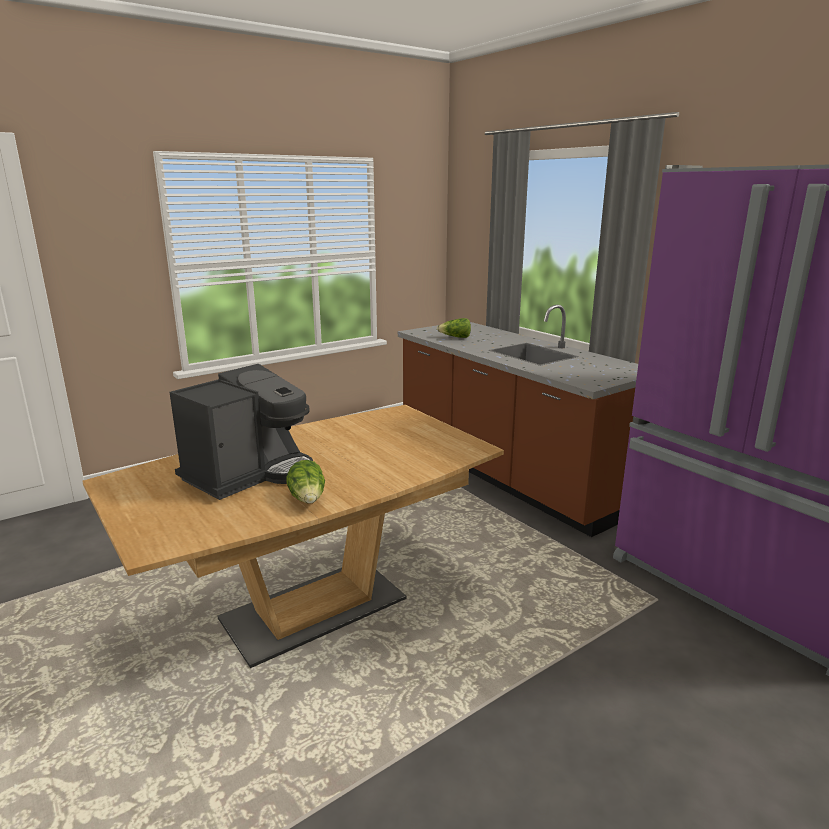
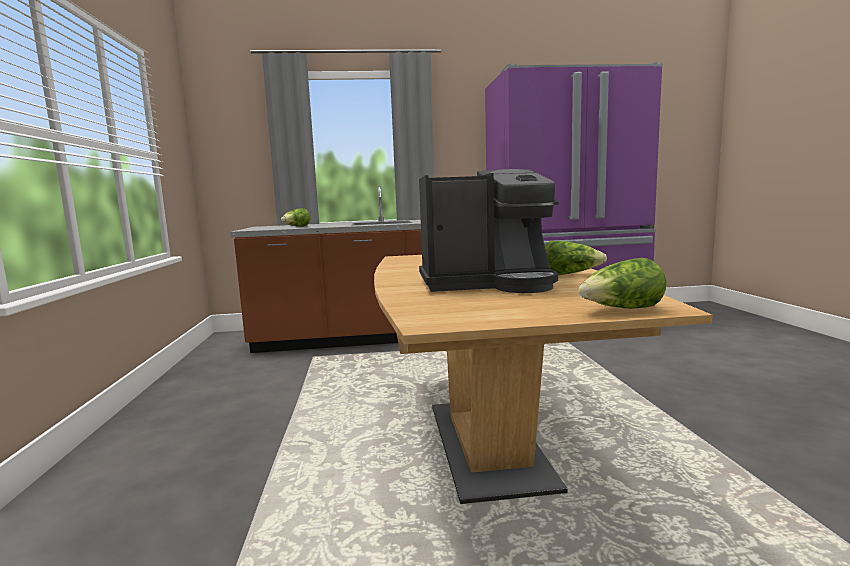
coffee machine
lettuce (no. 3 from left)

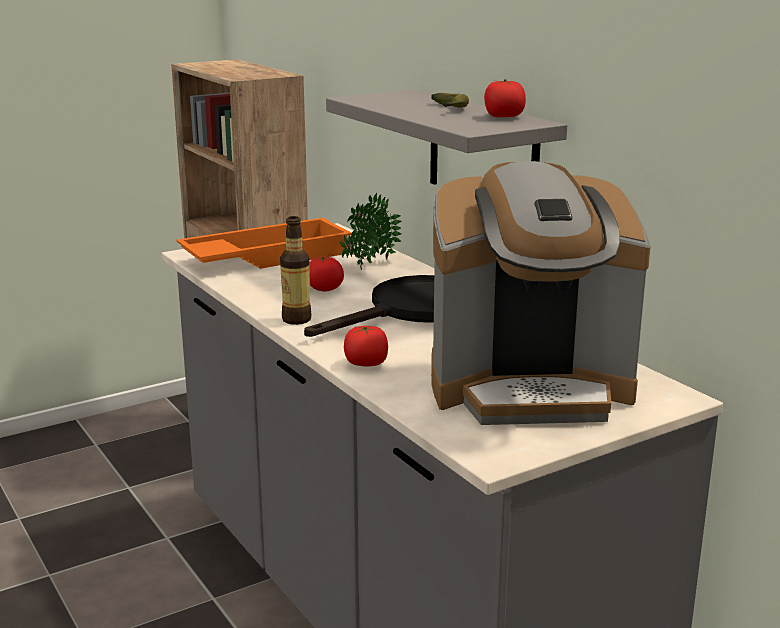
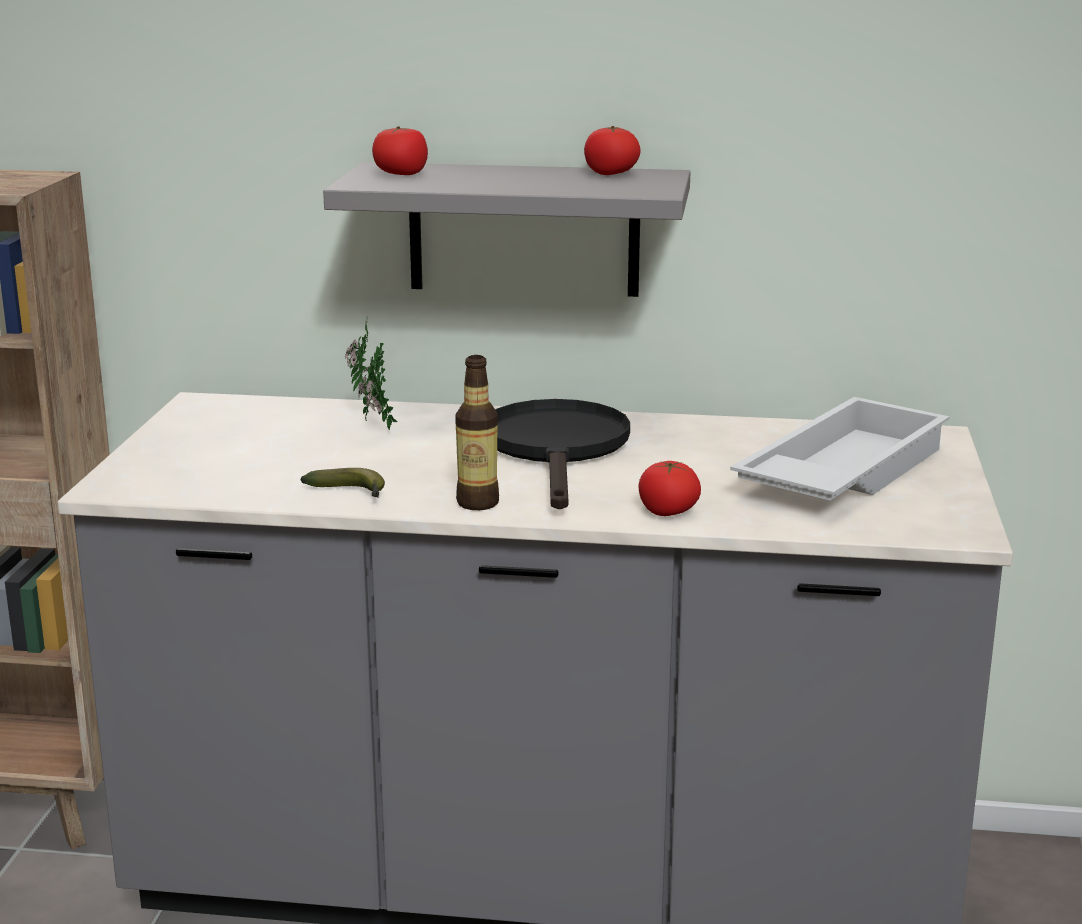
banana
white tray
orange tray
tomato (no. 1 from left)

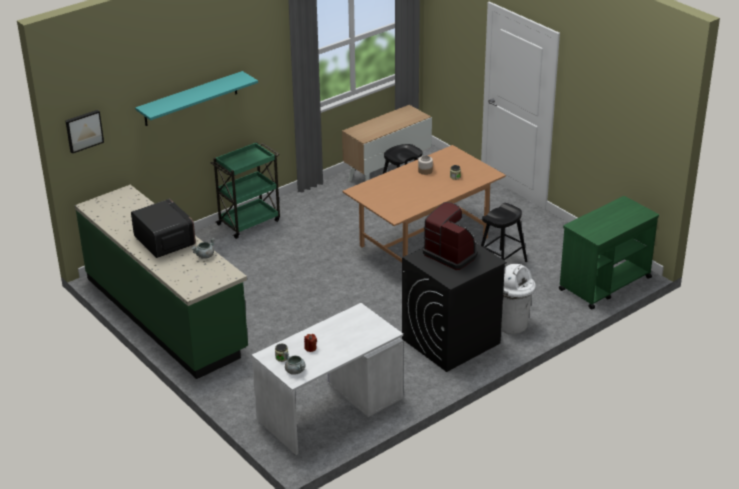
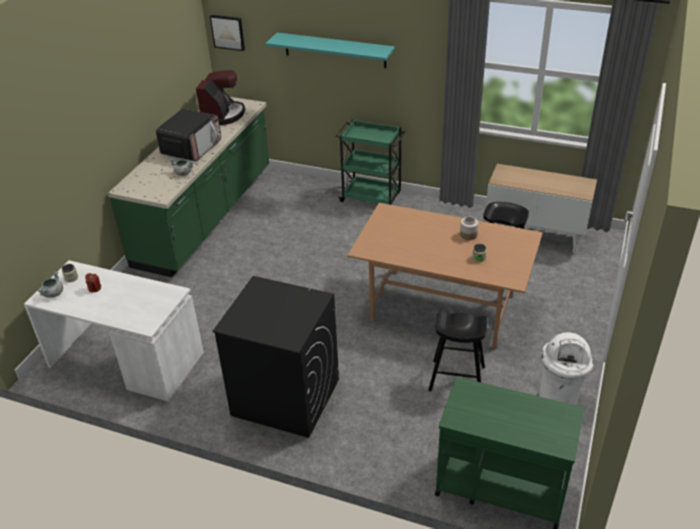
coffee machine
white trash can

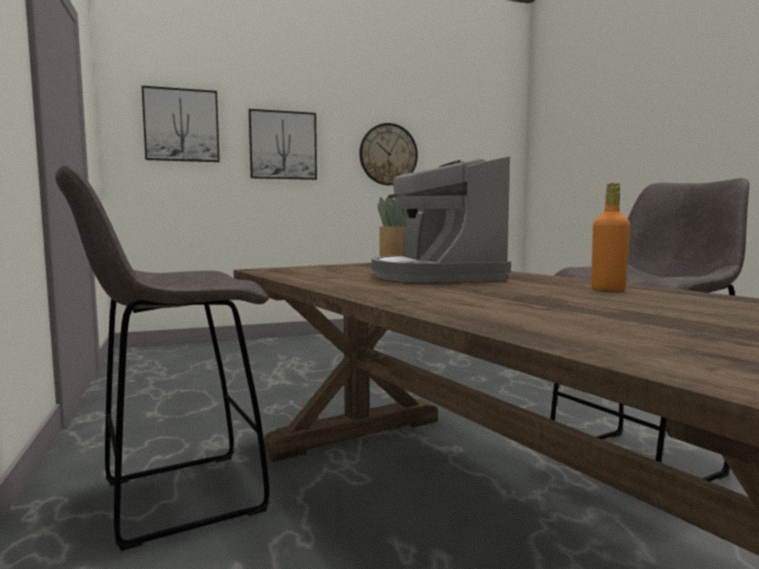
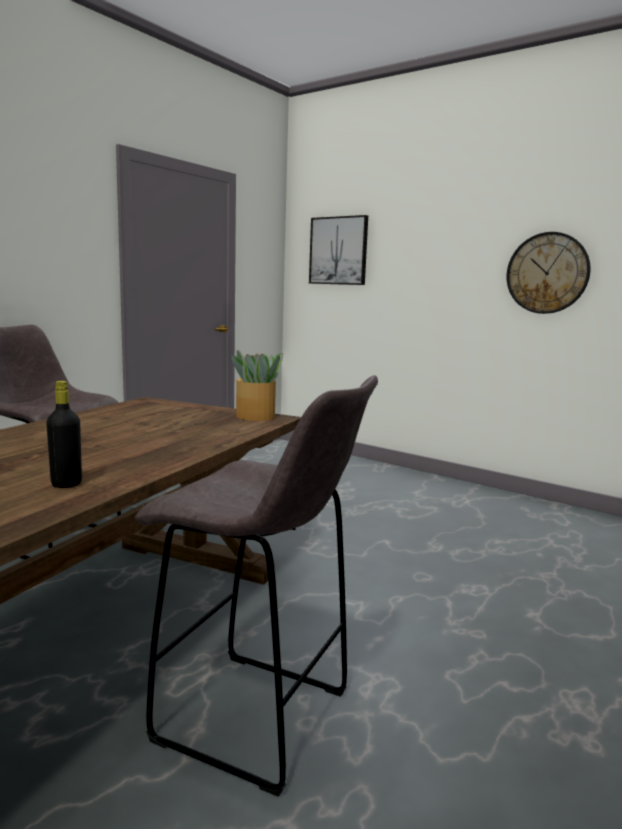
picture (no. 2 from left in the first image)
coffee machine
black bottle

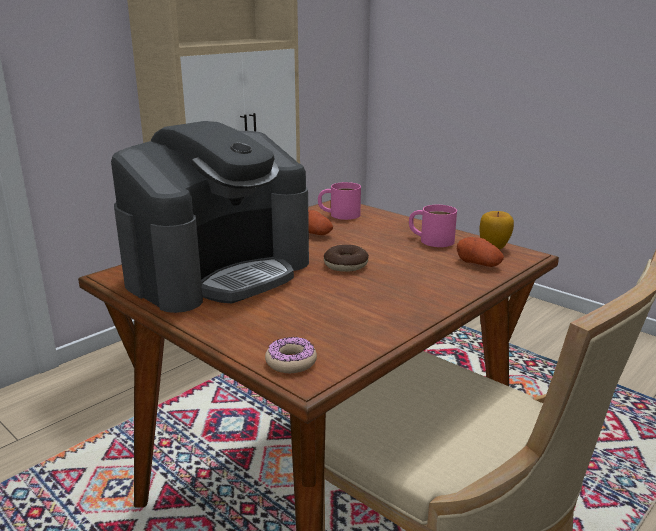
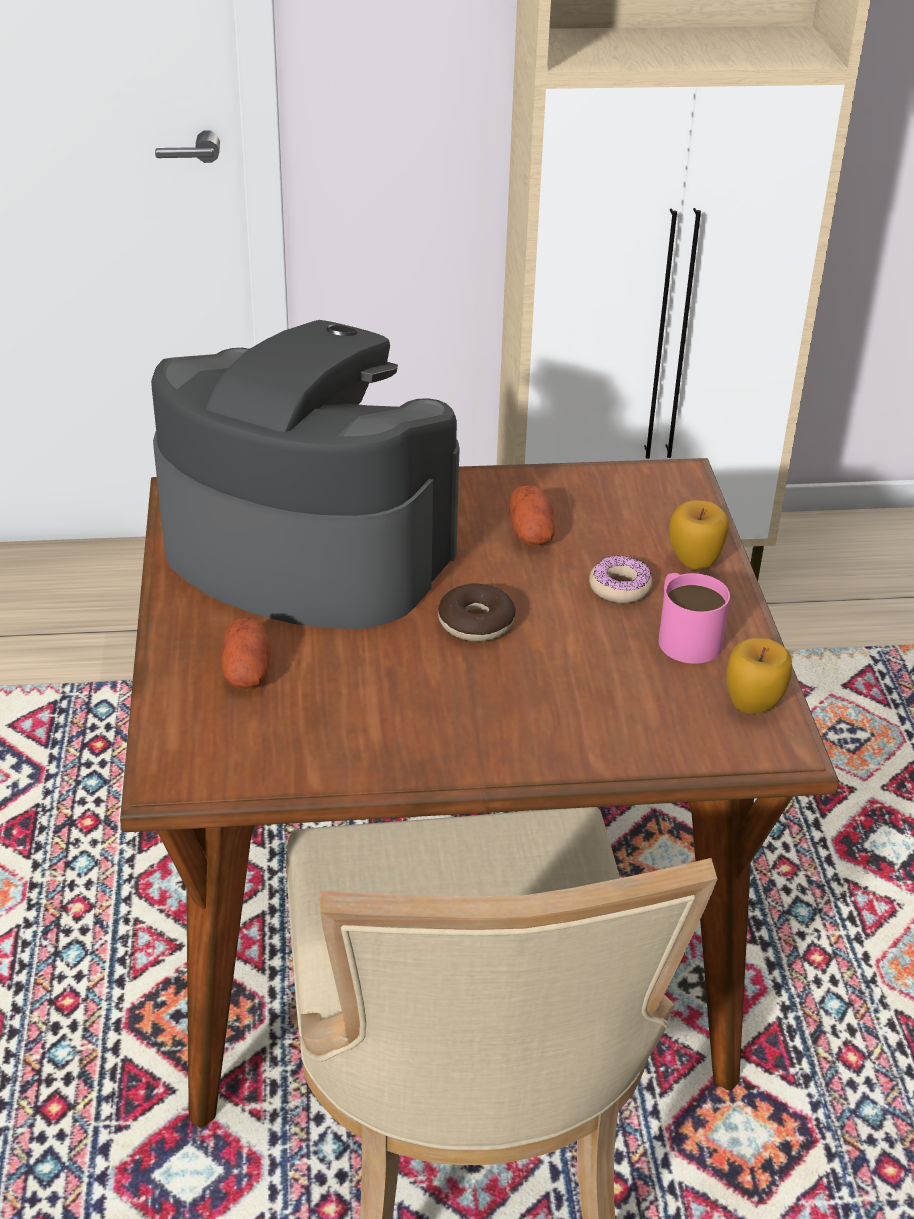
coffee machine
pink mug (no. 1 from left in the first image)
potato (no. 1 from left)
donut (no. 2 from left)
apple (no. 1 from left)

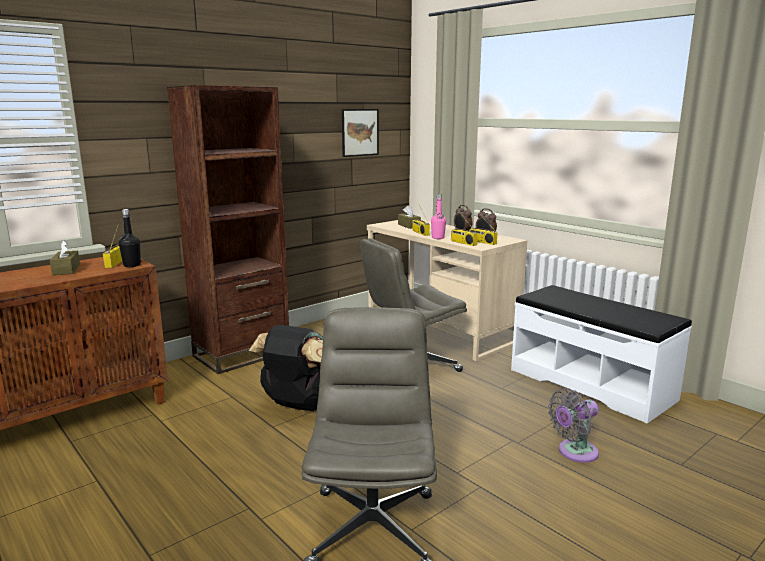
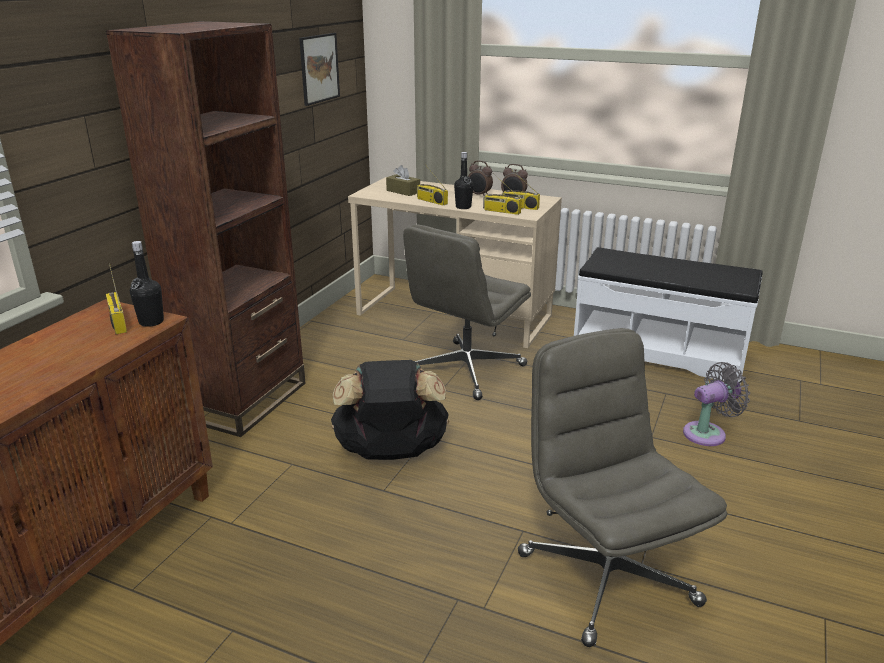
black bottle (no. 2 from left)
brown tissue box (no. 1 from left in the first image)
grey fan

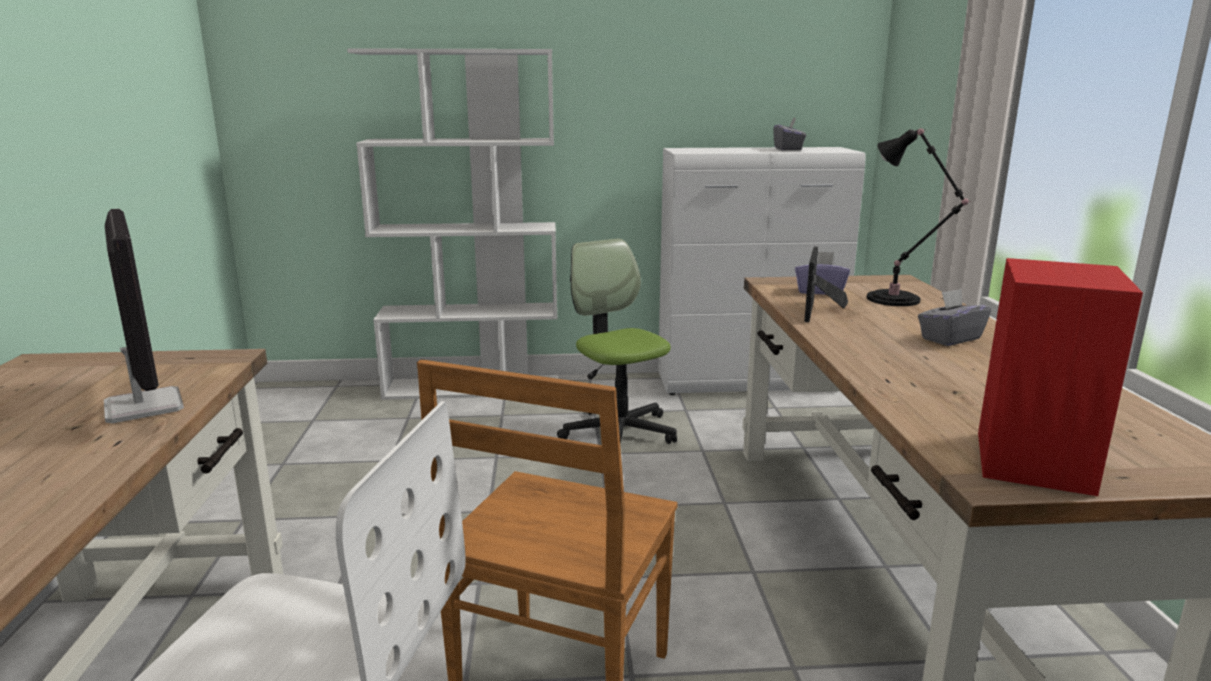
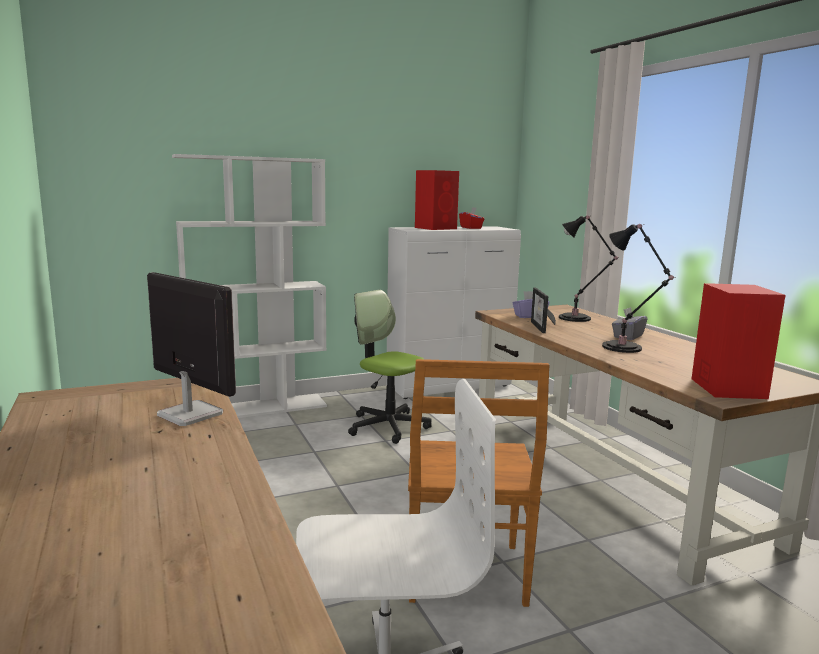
red tissue box
red speaker (no. 1 from left)
black table lamp (no. 2 from left)

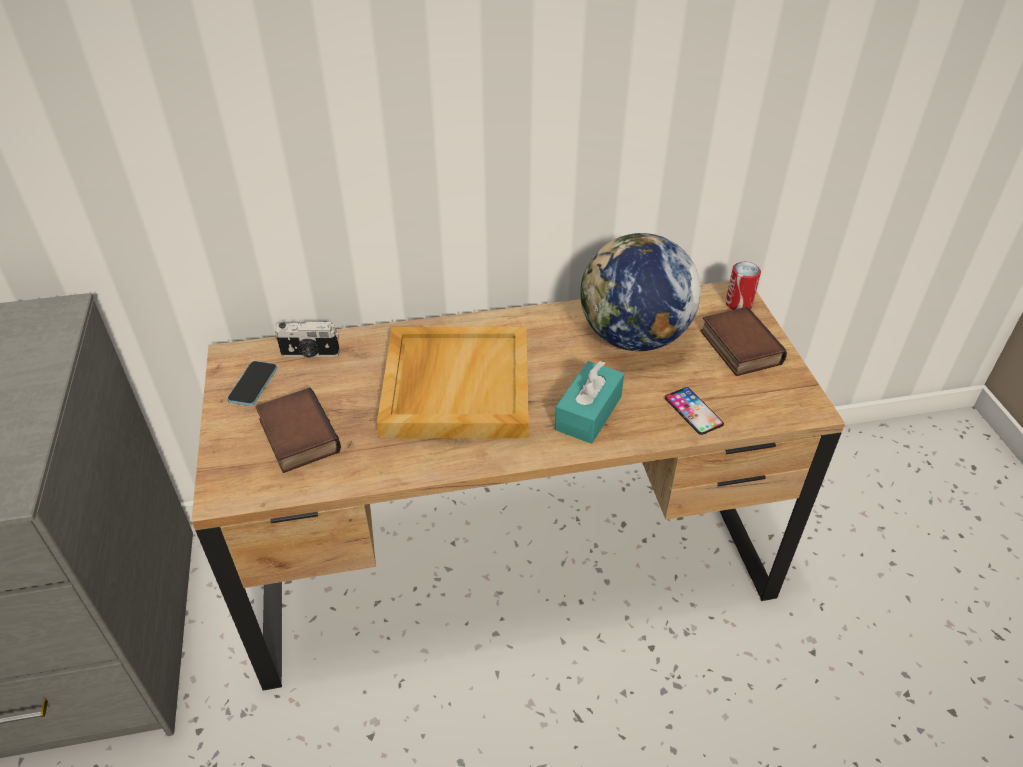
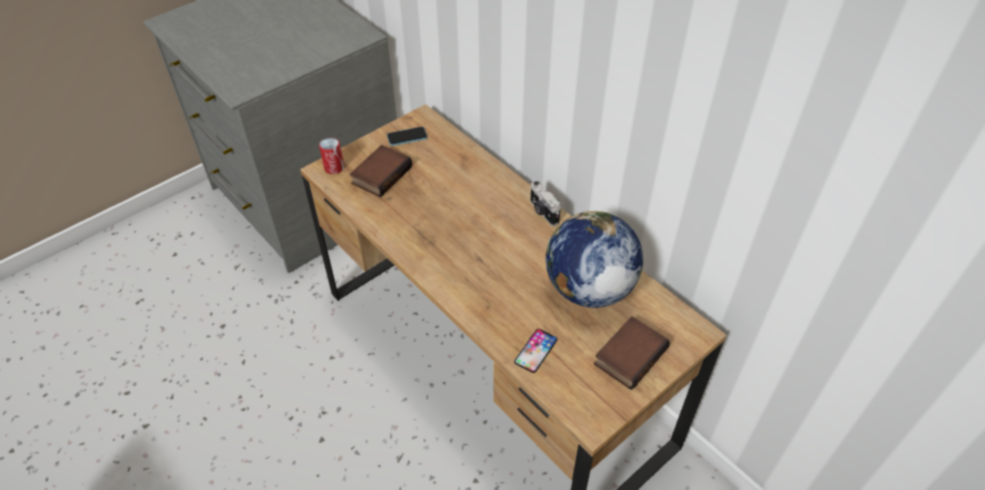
can
photo camera
beige tray
turquoise tissue box

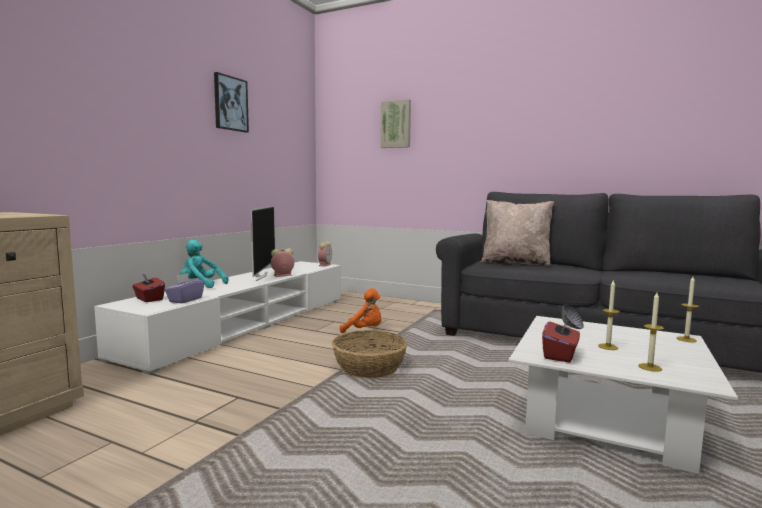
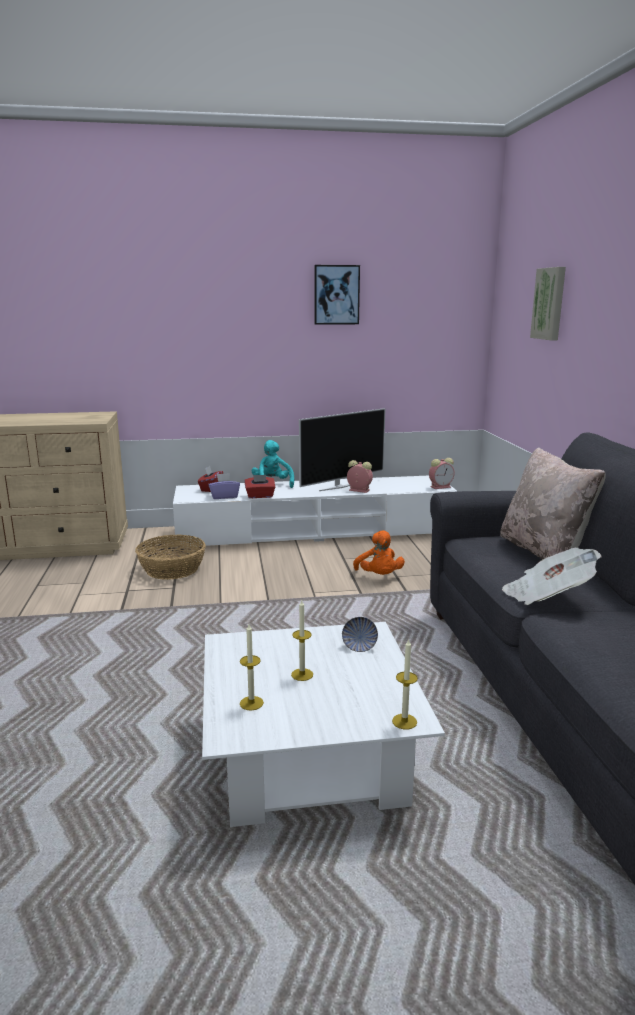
red tissue box (no. 2 from left)
basket
newspaper

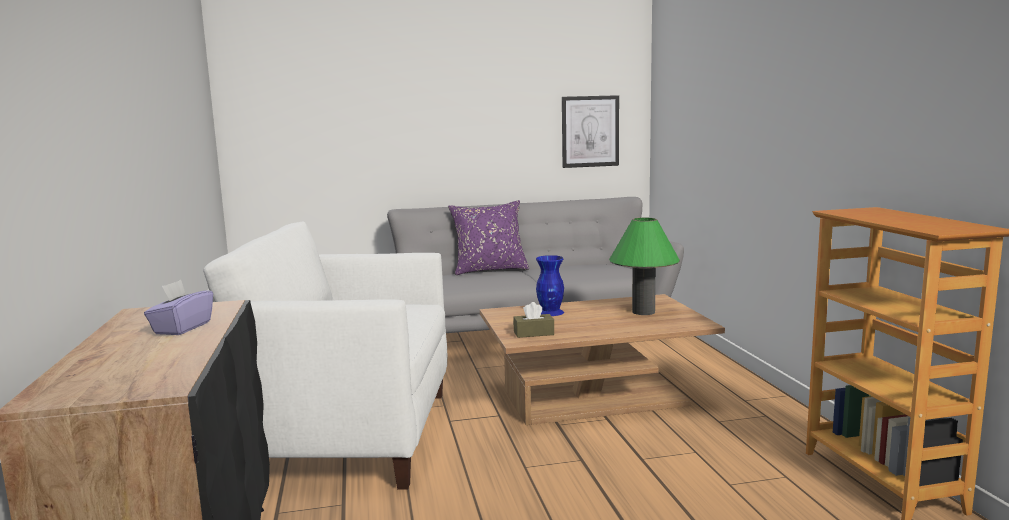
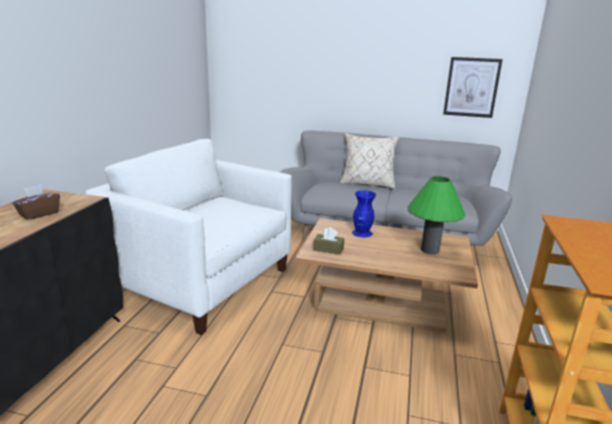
beige pillow
brown tissue box (no. 1 from left)

